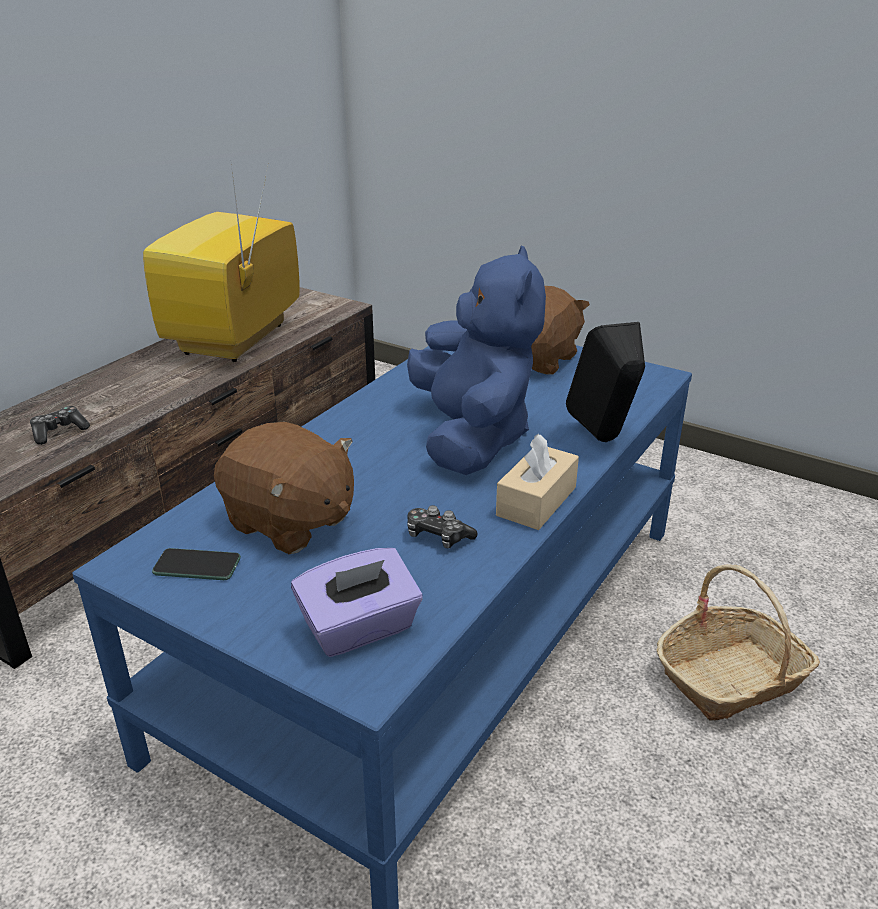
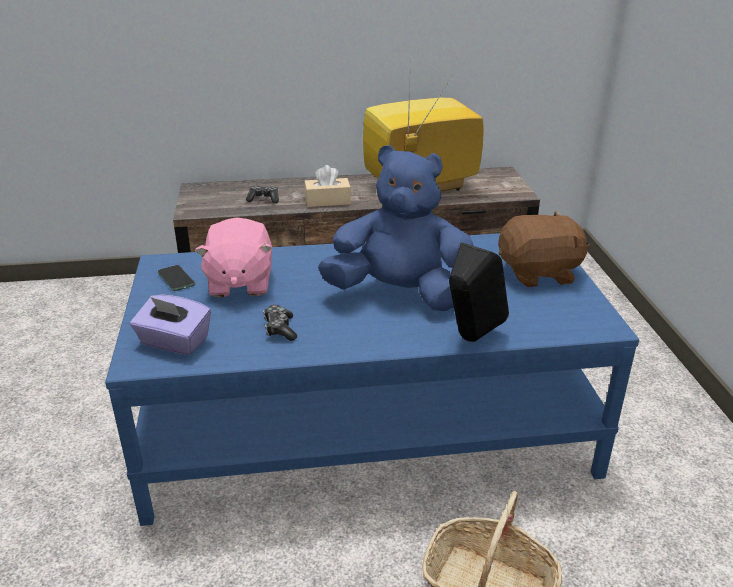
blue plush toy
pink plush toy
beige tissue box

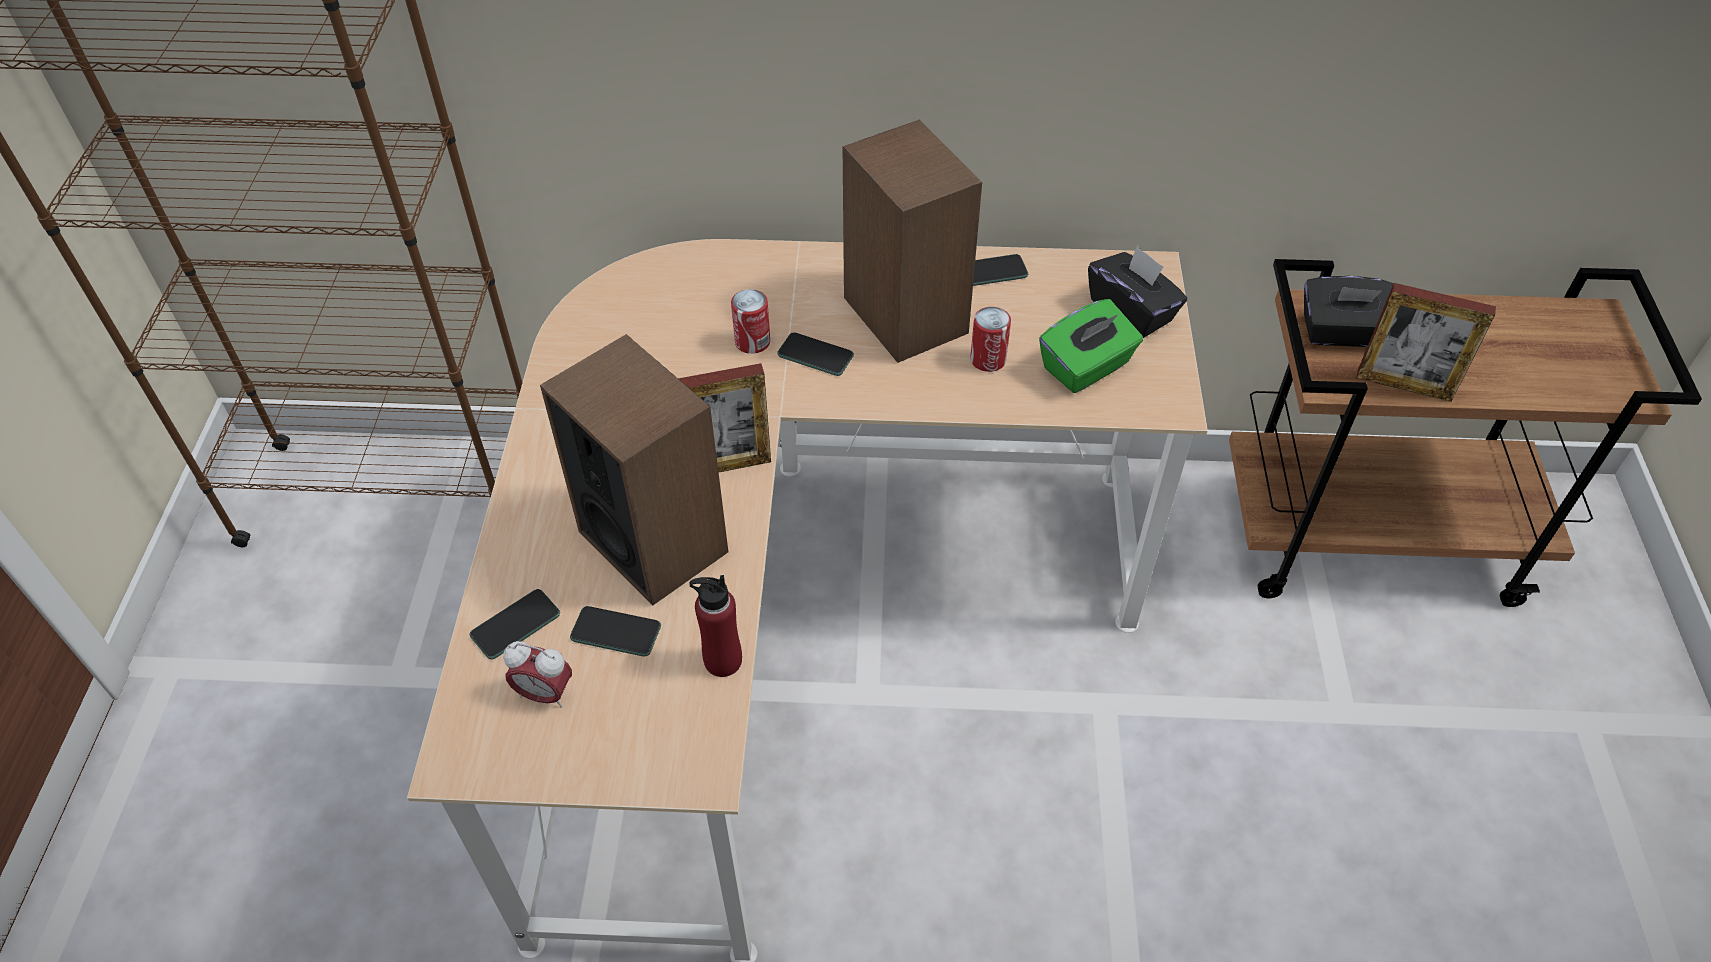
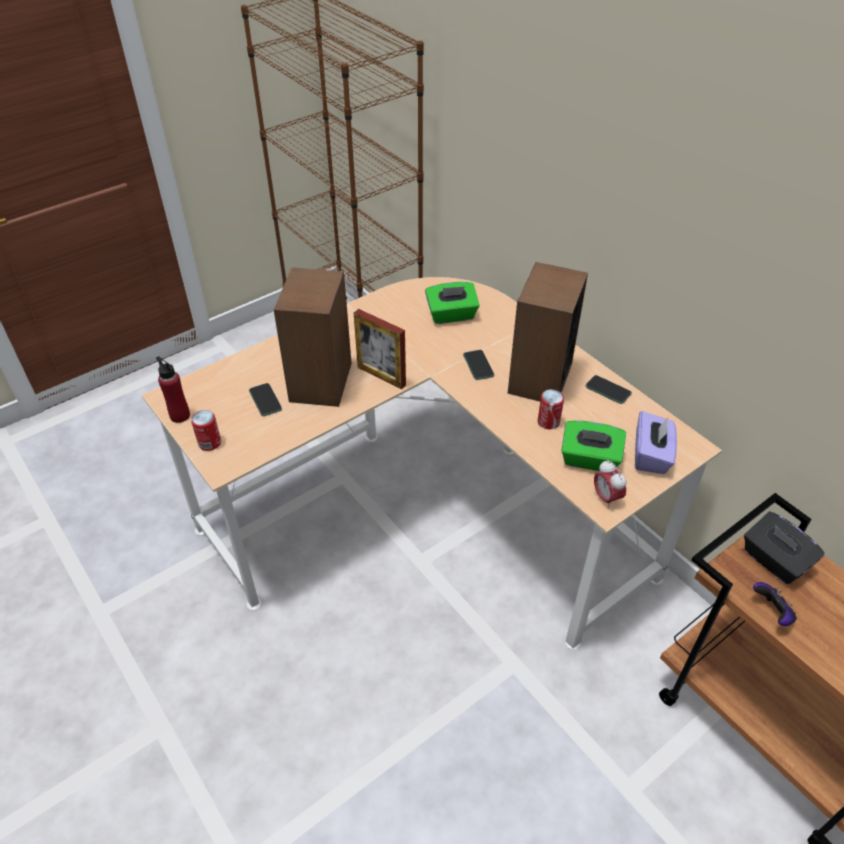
purple tissue box
game controller
can (no. 1 from left)
red bottle
phone (no. 1 from left in the first image)
alarm clock
green tissue box (no. 1 from left)

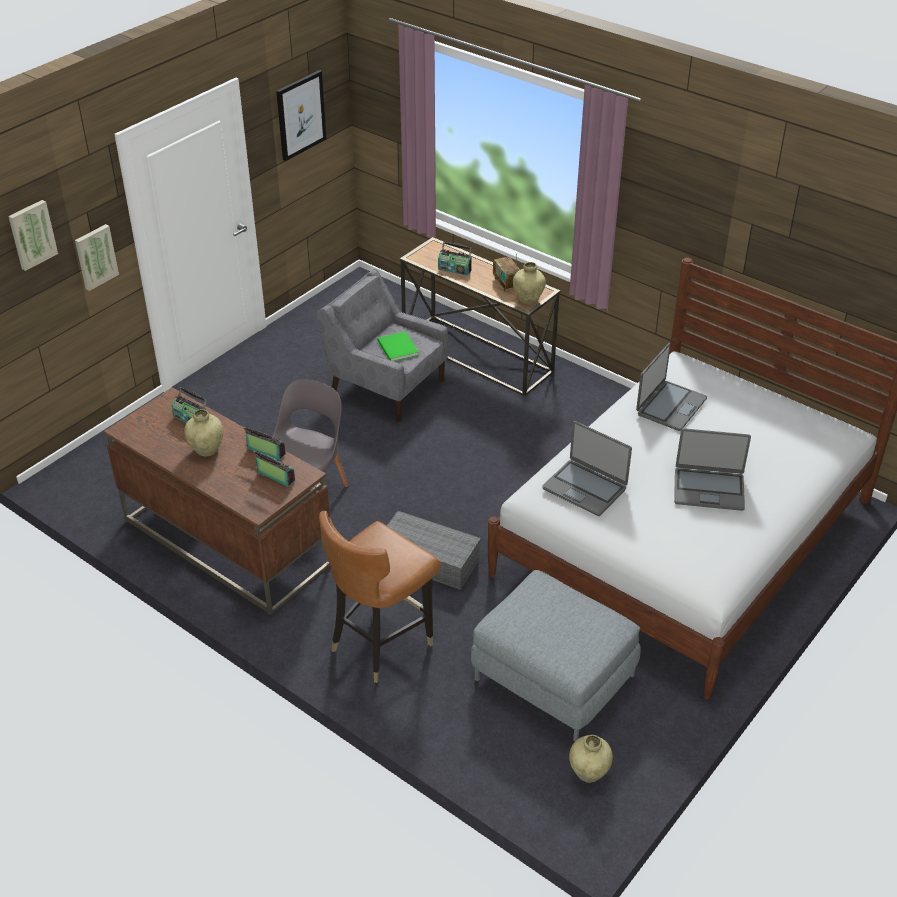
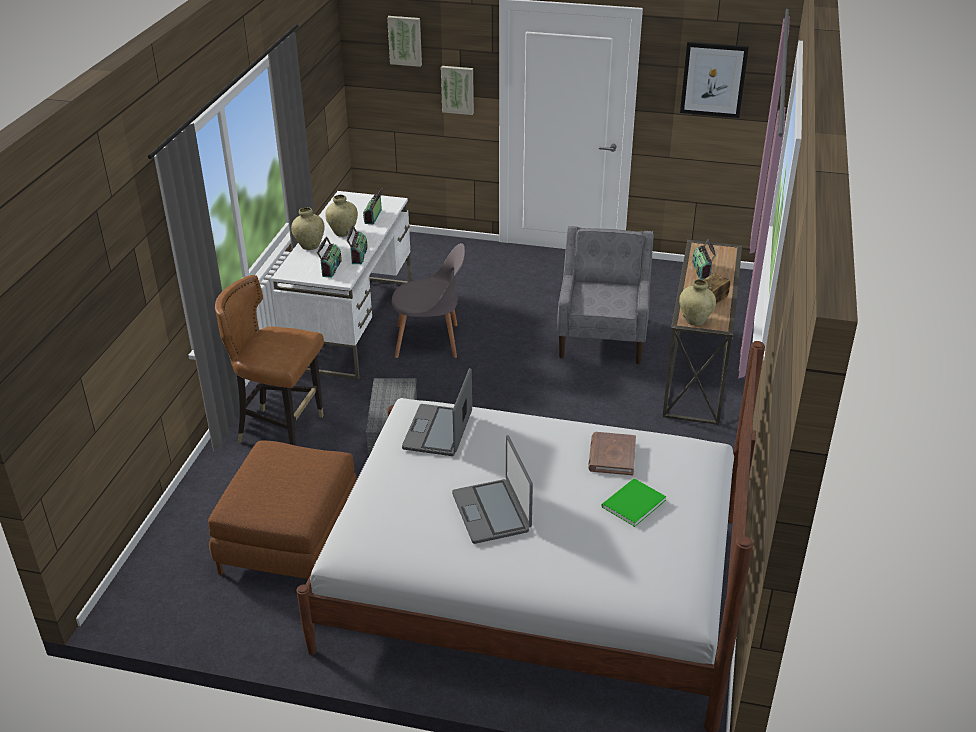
green book
brown book
white desk
brown ottoman
beige vase (no. 1 from left)

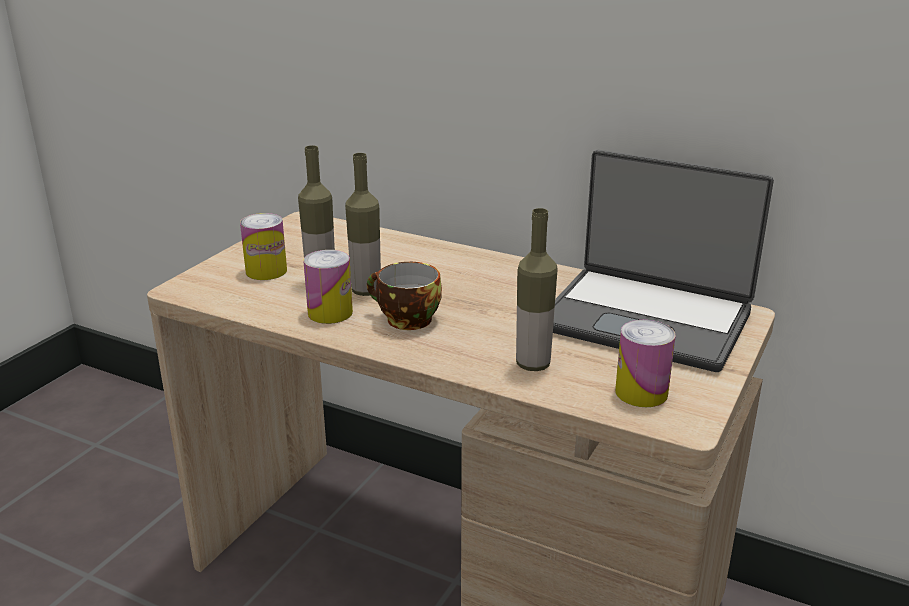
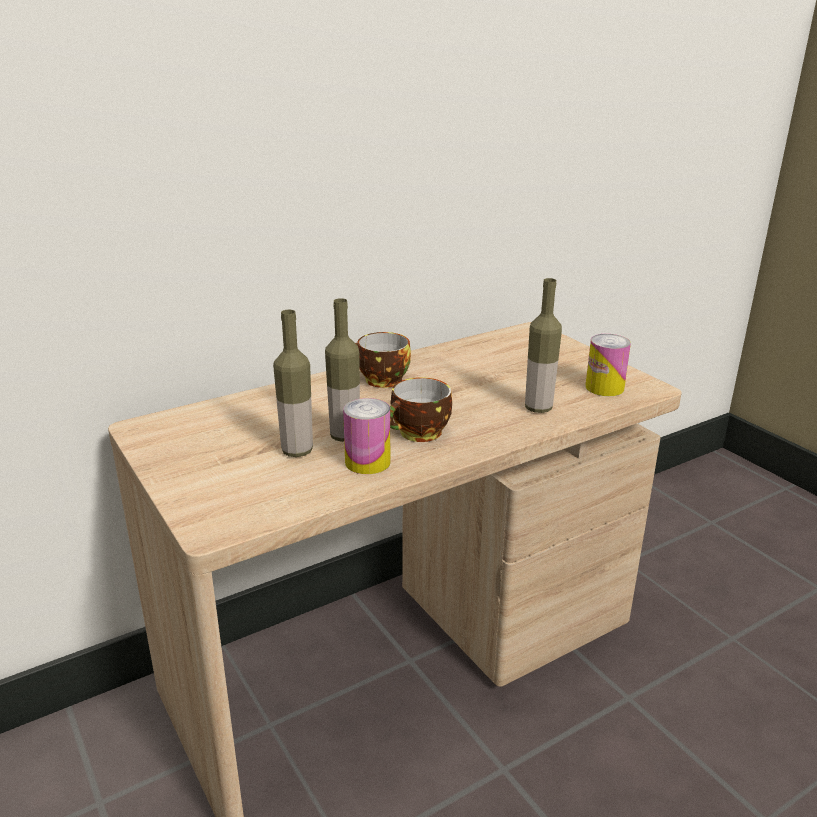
laptop
can (no. 1 from left in the first image)
cup (no. 1 from left)

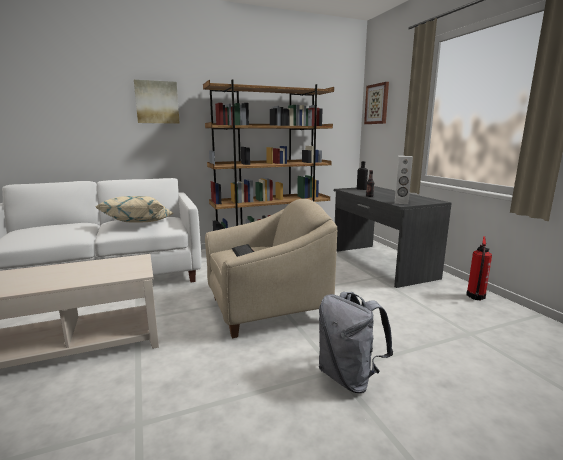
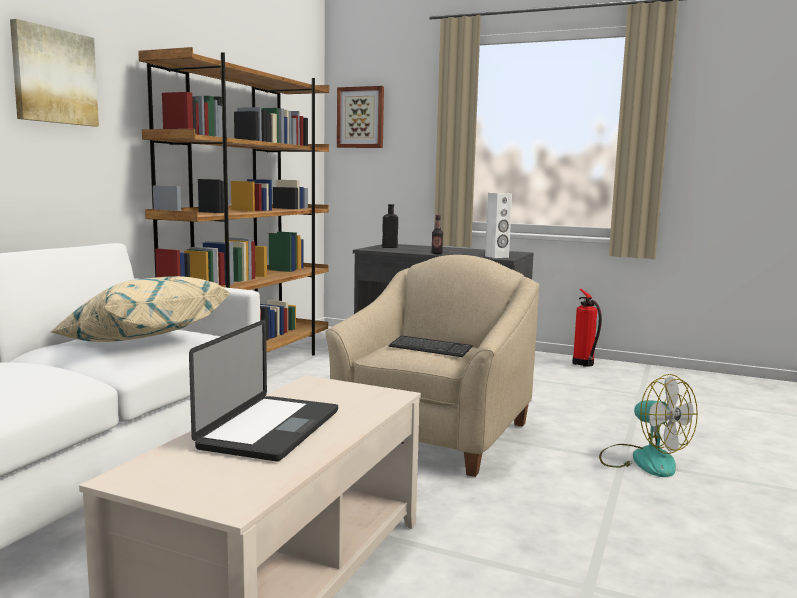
fan
laptop

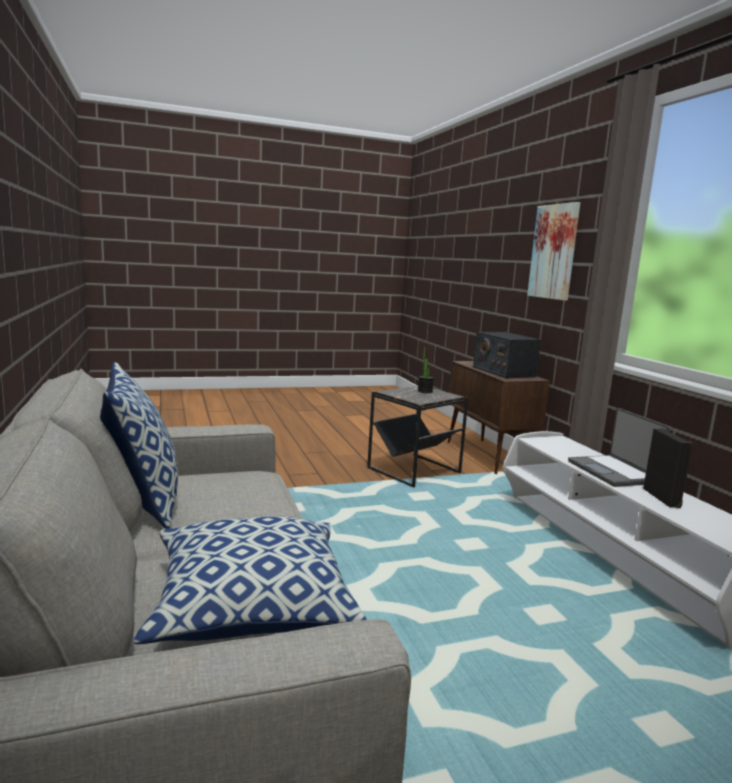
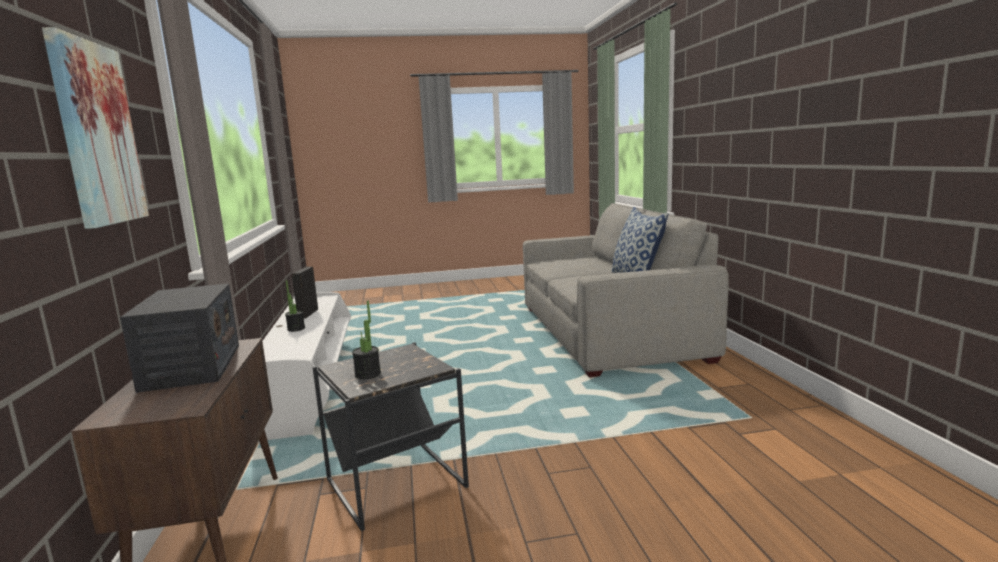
potted plant (no. 1 from left)
pillow (no. 2 from left in the first image)

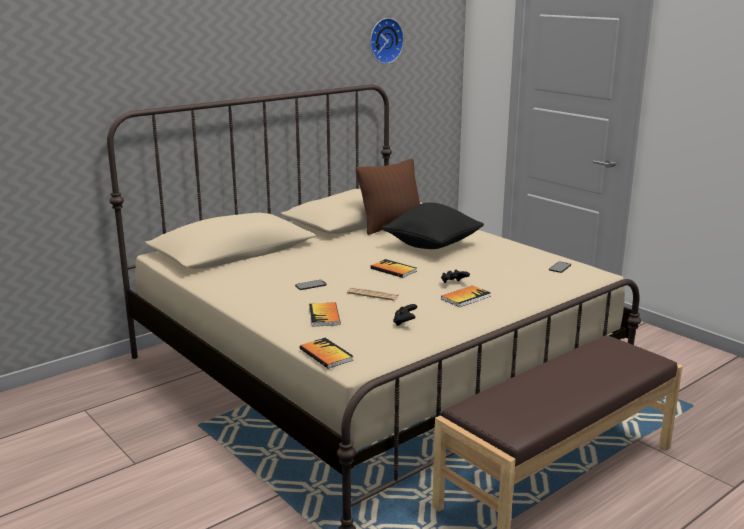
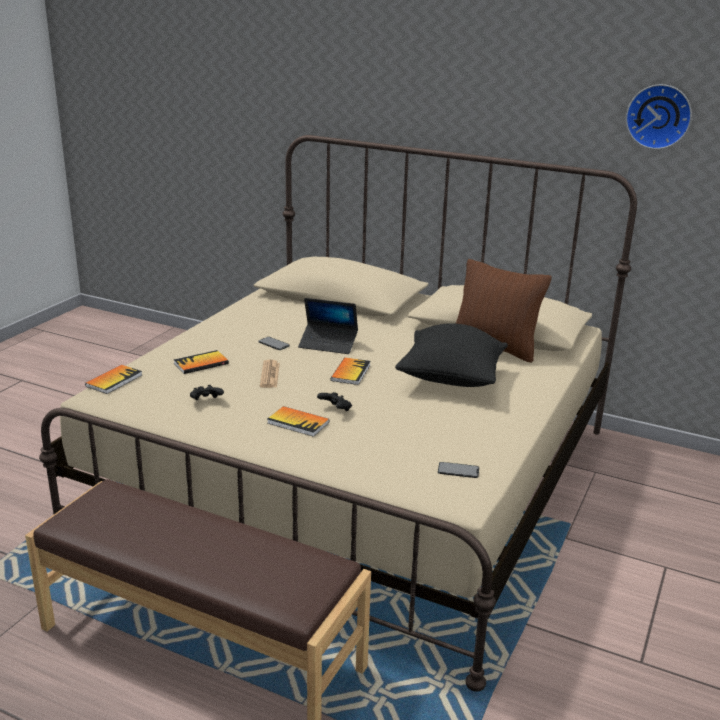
laptop

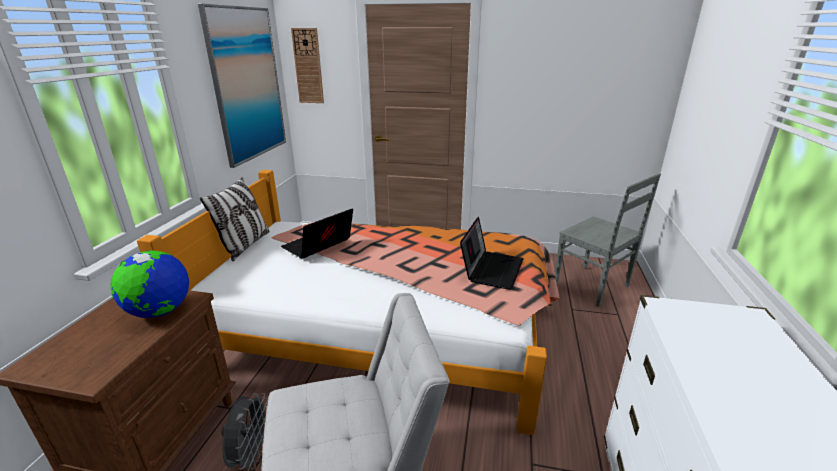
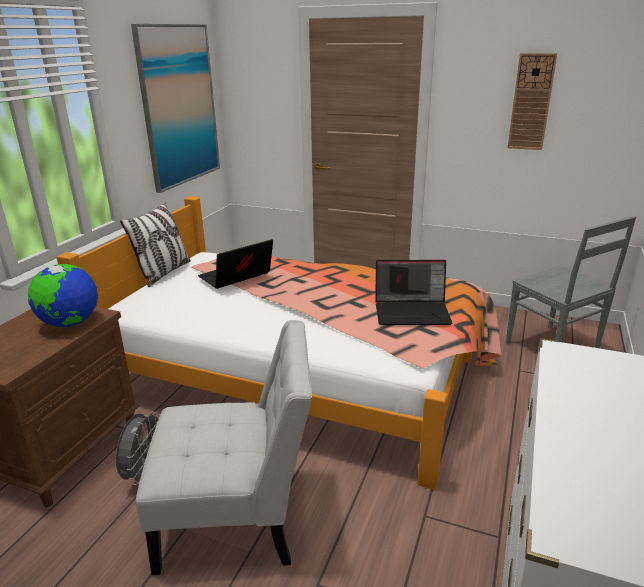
wall clock
laptop (no. 2 from left)

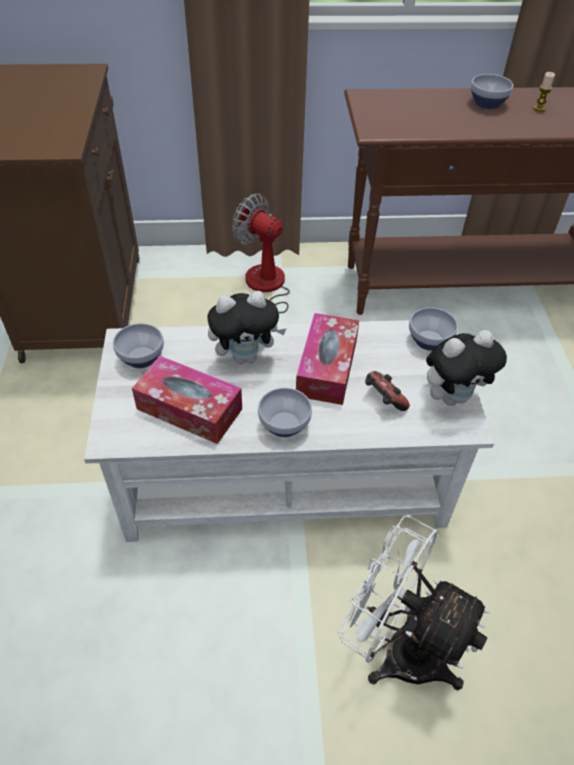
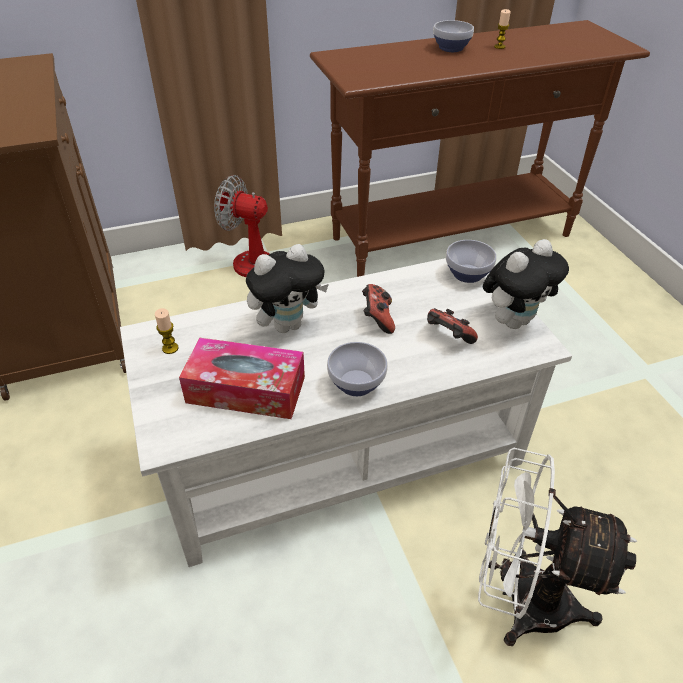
game controller (no. 1 from left)
candle (no. 1 from left)

